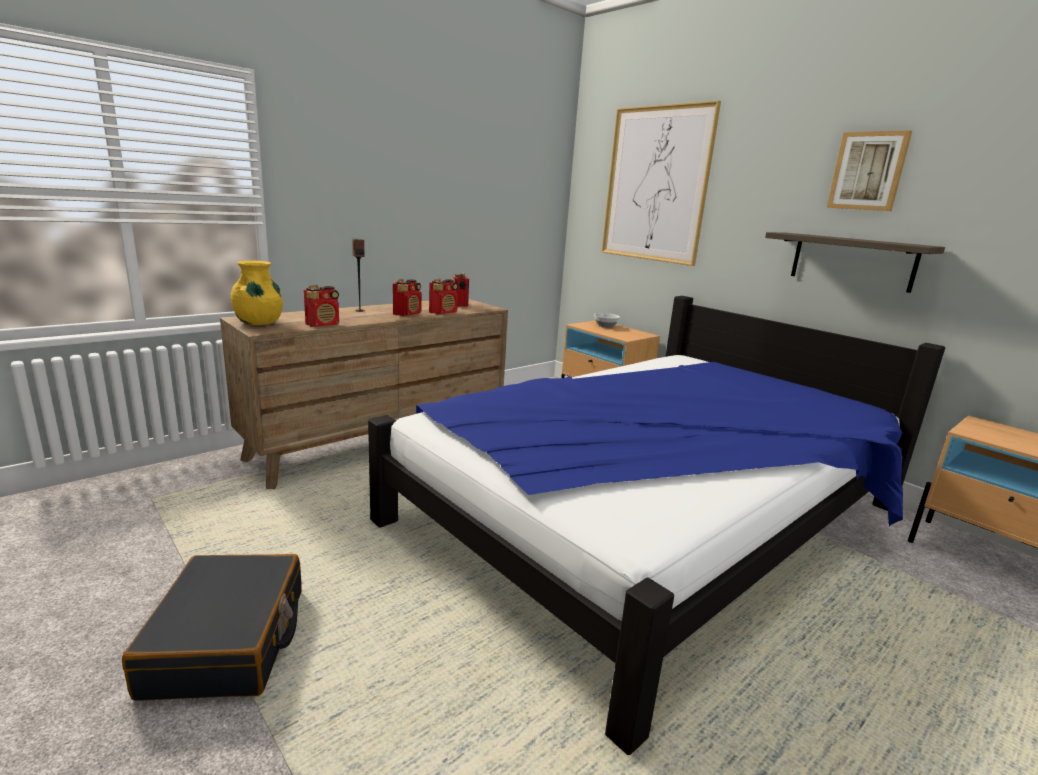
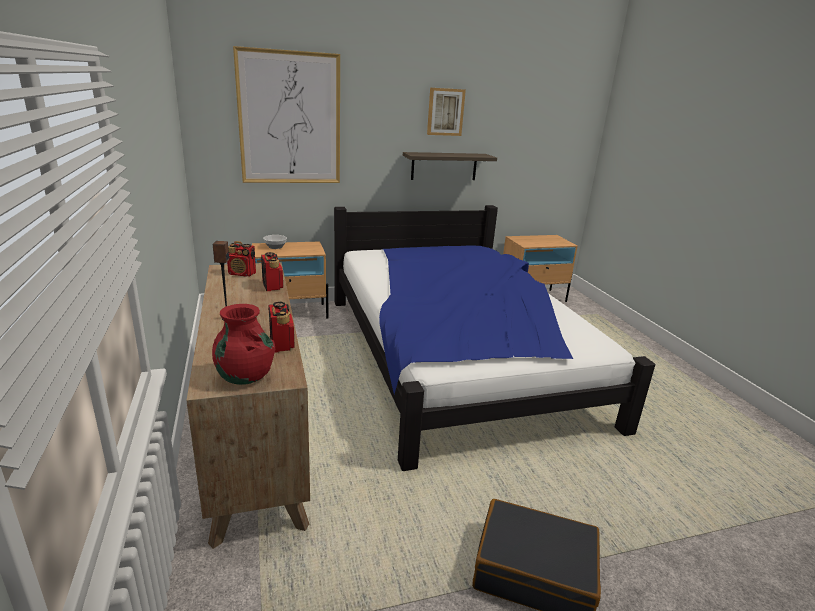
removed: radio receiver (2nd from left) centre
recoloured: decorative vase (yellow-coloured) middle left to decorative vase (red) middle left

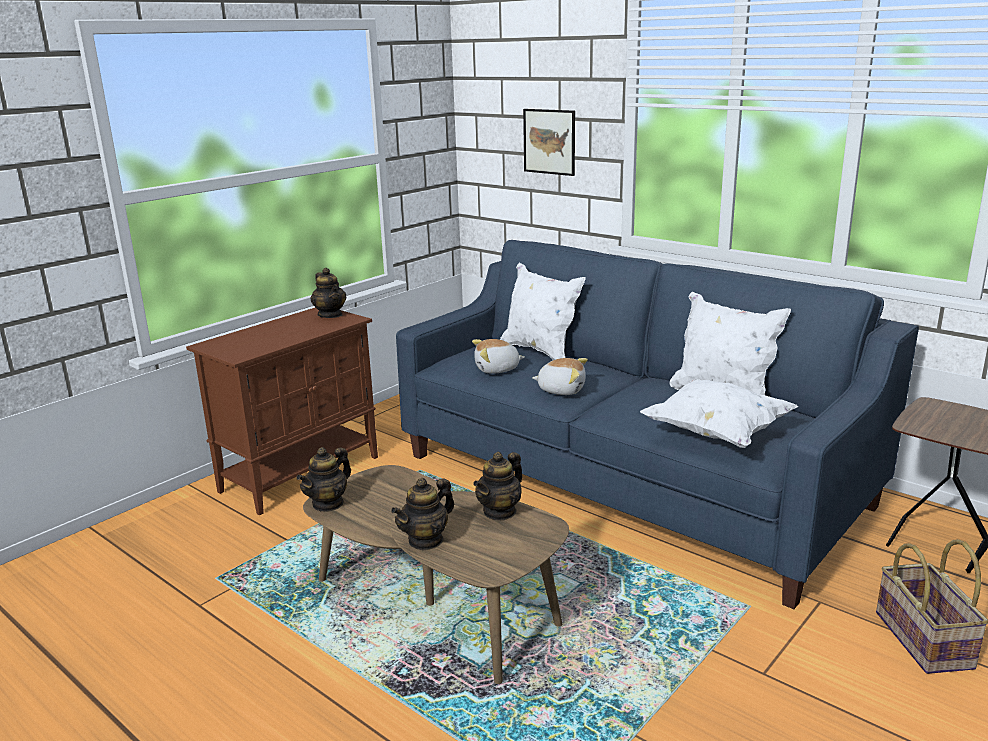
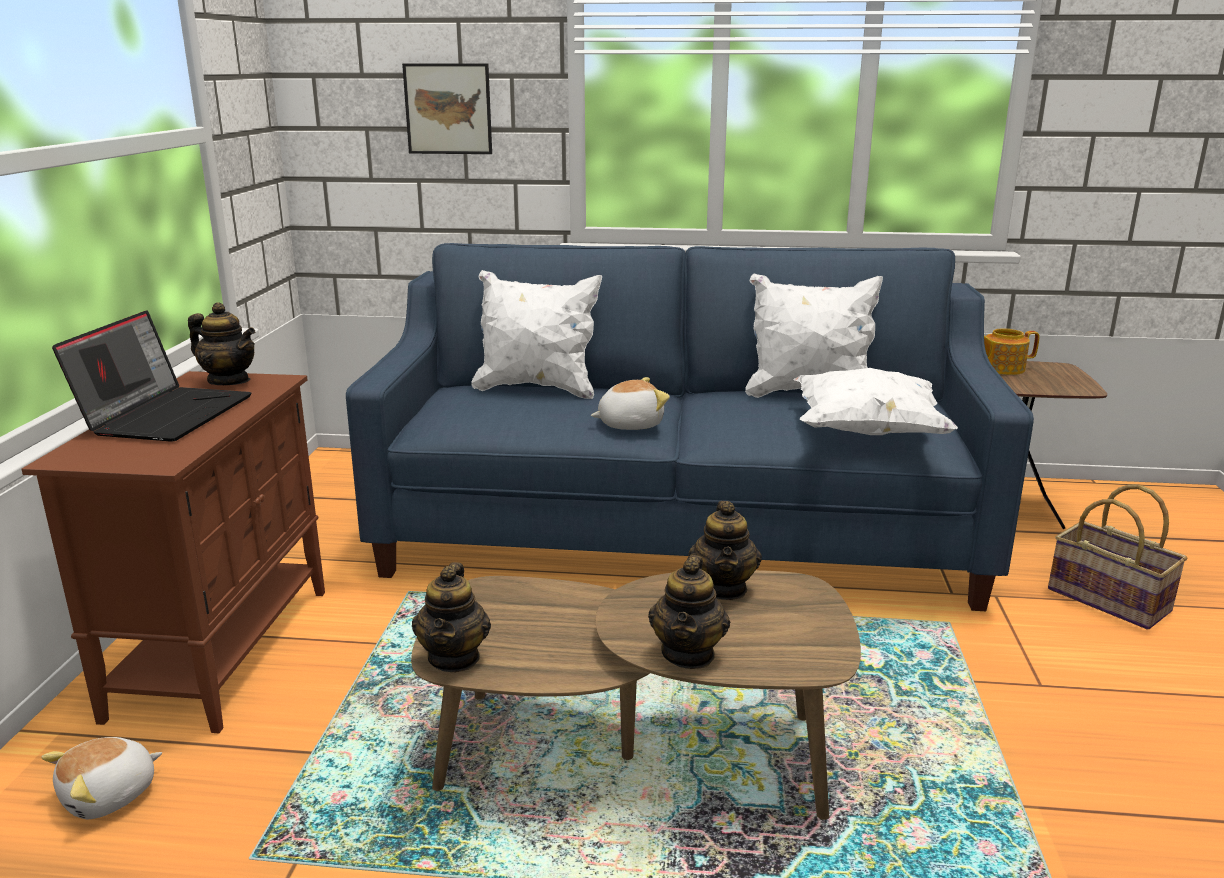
added: portable computer middle left; tea pot (5th from left) middle right
moved: plush toy (1st from left) centre to bottom left

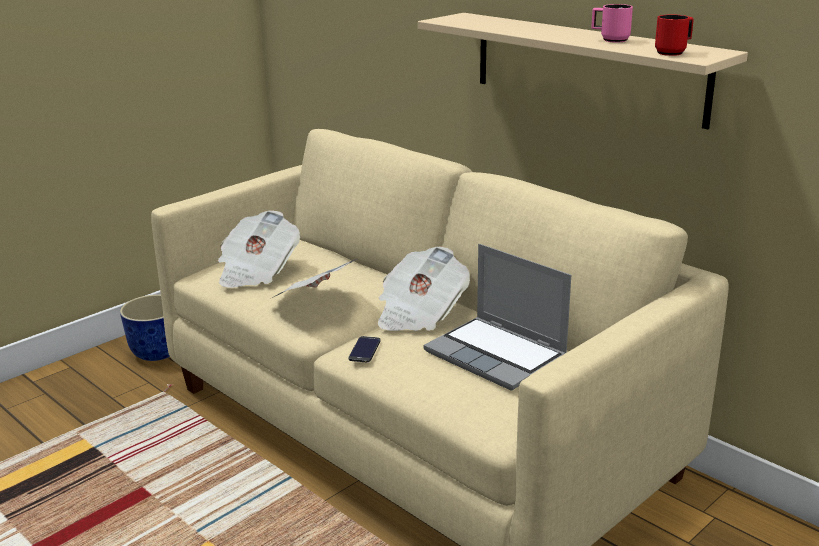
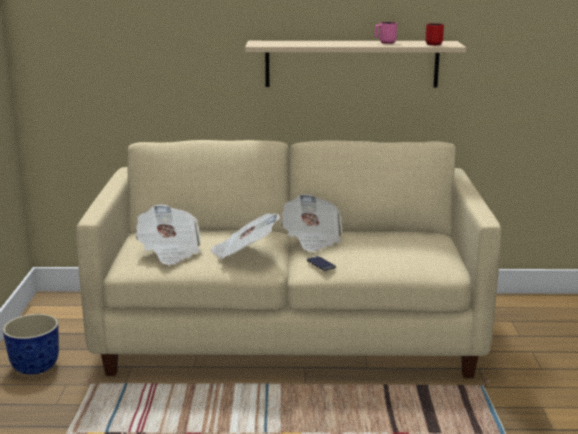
removed: portable computer centre

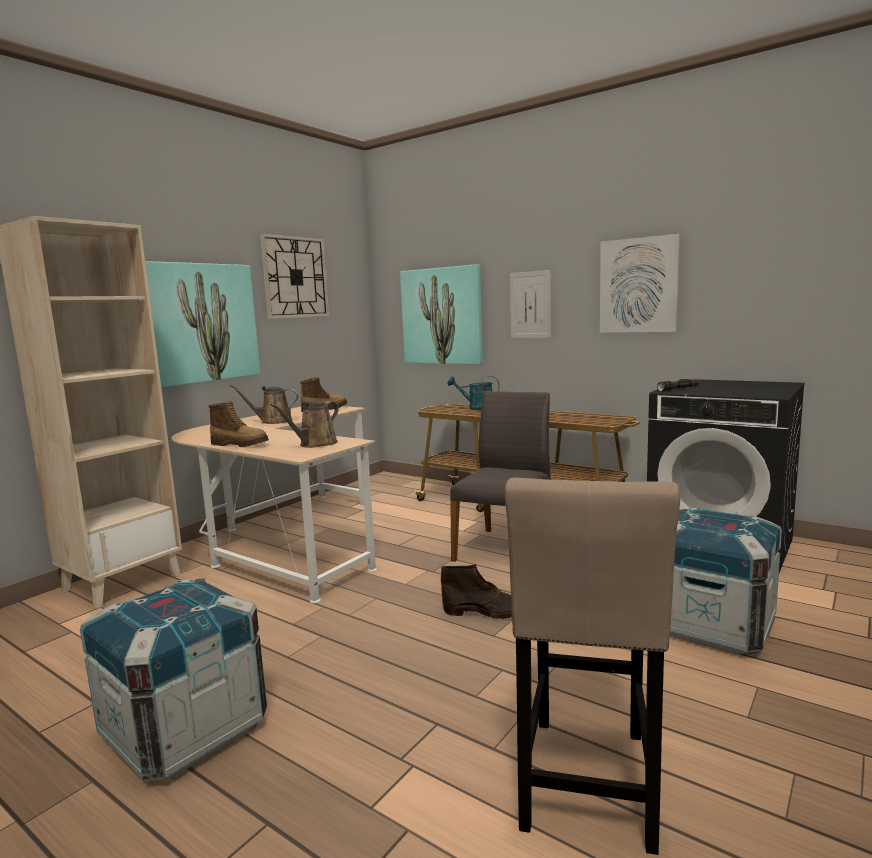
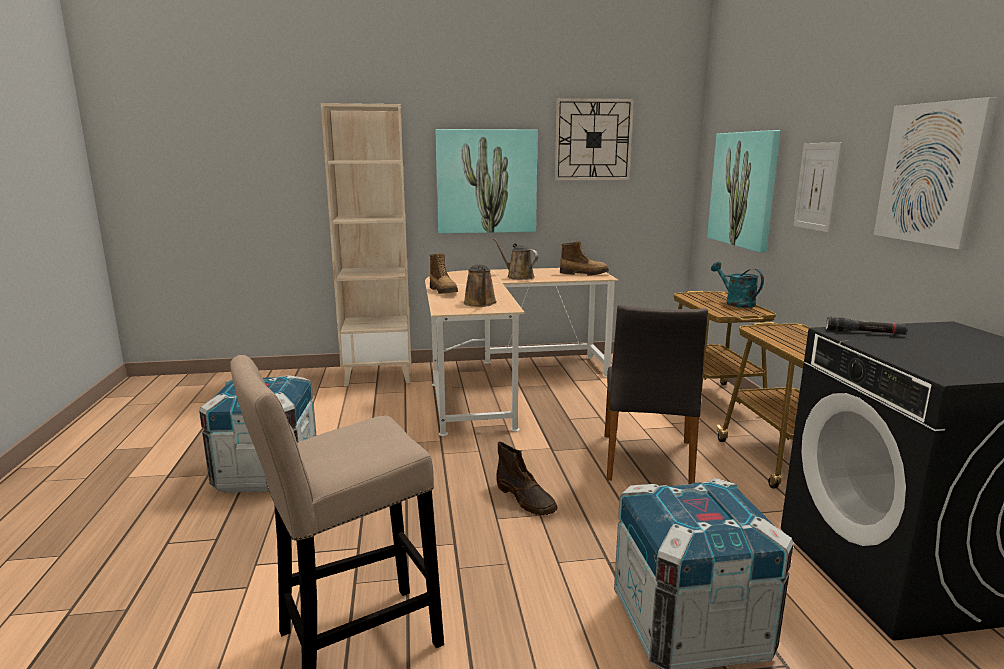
turned: sprinkling can (brownish) (2nd from left in the first image) centre = centre 90 degrees counterclockwise; upright chair (grey) centre = centre 120 degrees clockwise

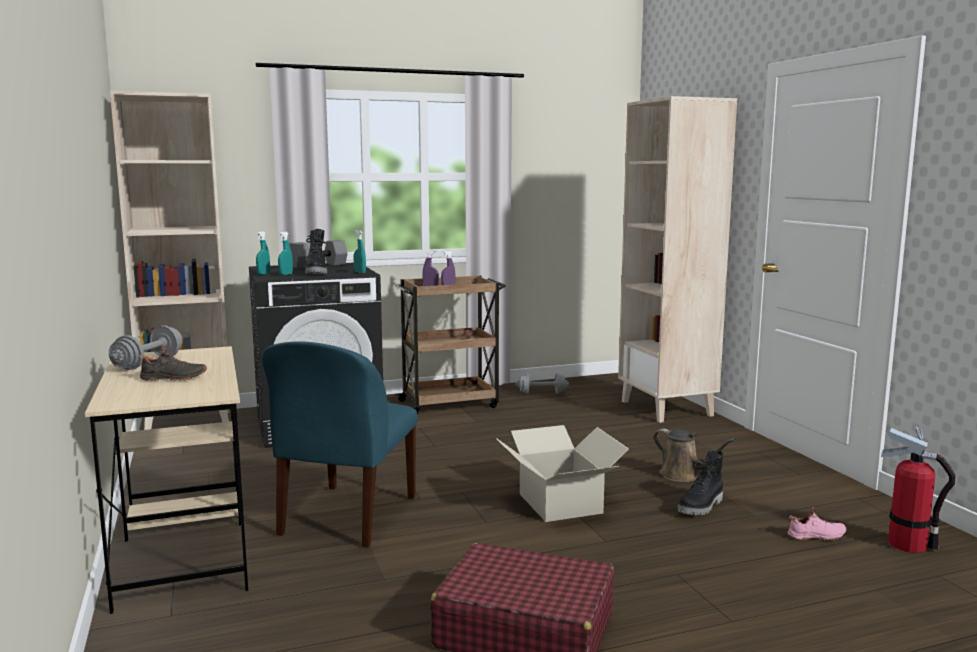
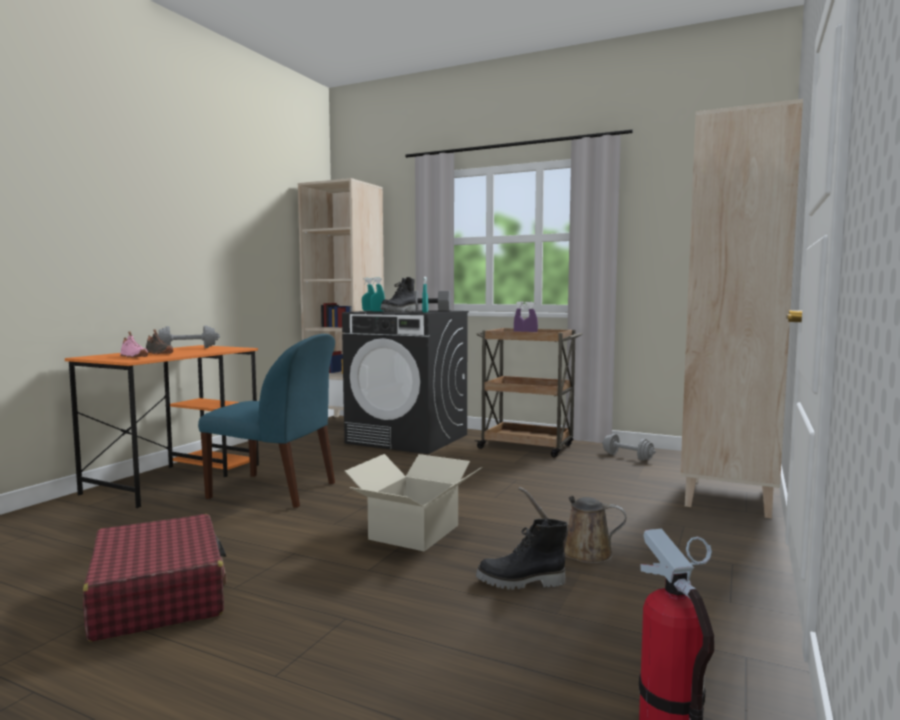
moved: low shoe (pink) bottom right to middle left
recoloured: desk (sand-coloured) bottom left to desk (orange) middle left
turned: upright chair (blue) bottom centre = middle left 135 degrees counterclockwise; sprinkling can (brownish) bottom right = bottom centre 105 degrees clockwise

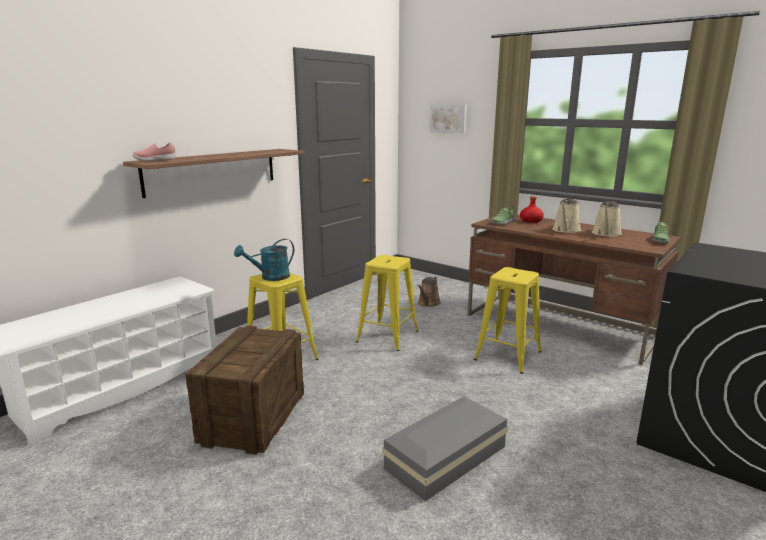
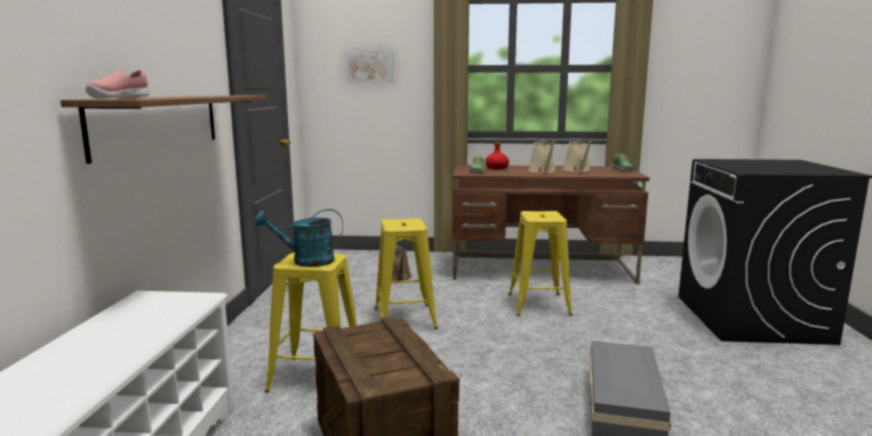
turned: sprinkling can (turquoise-coloured) centre = centre 60 degrees clockwise

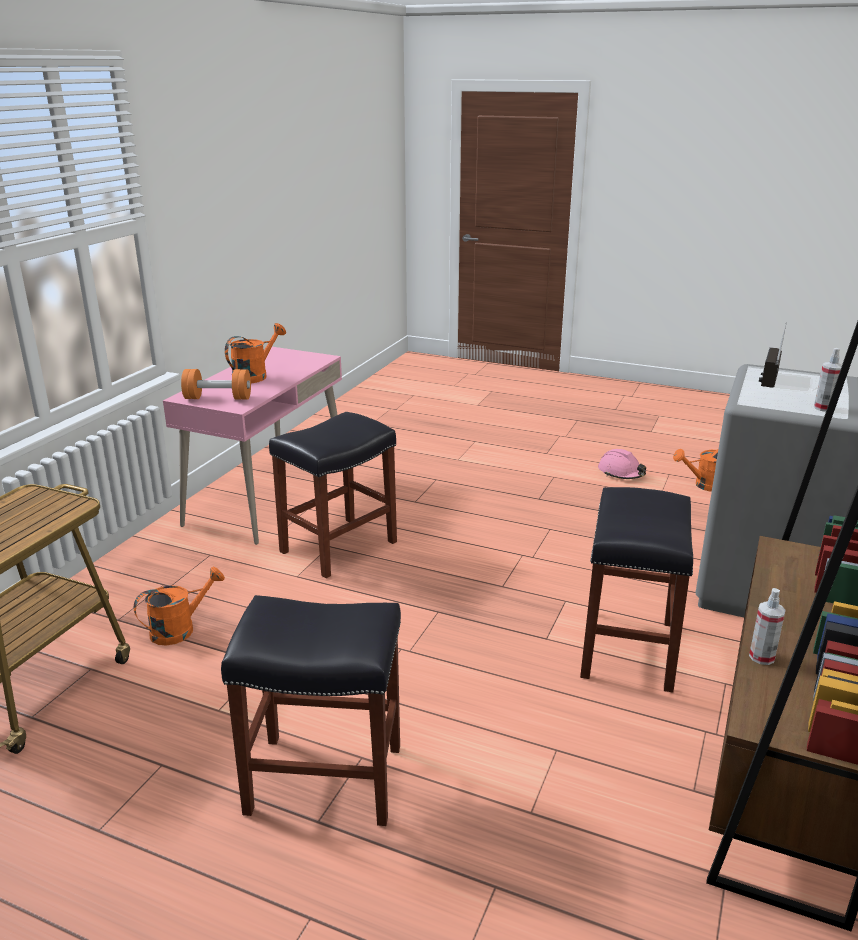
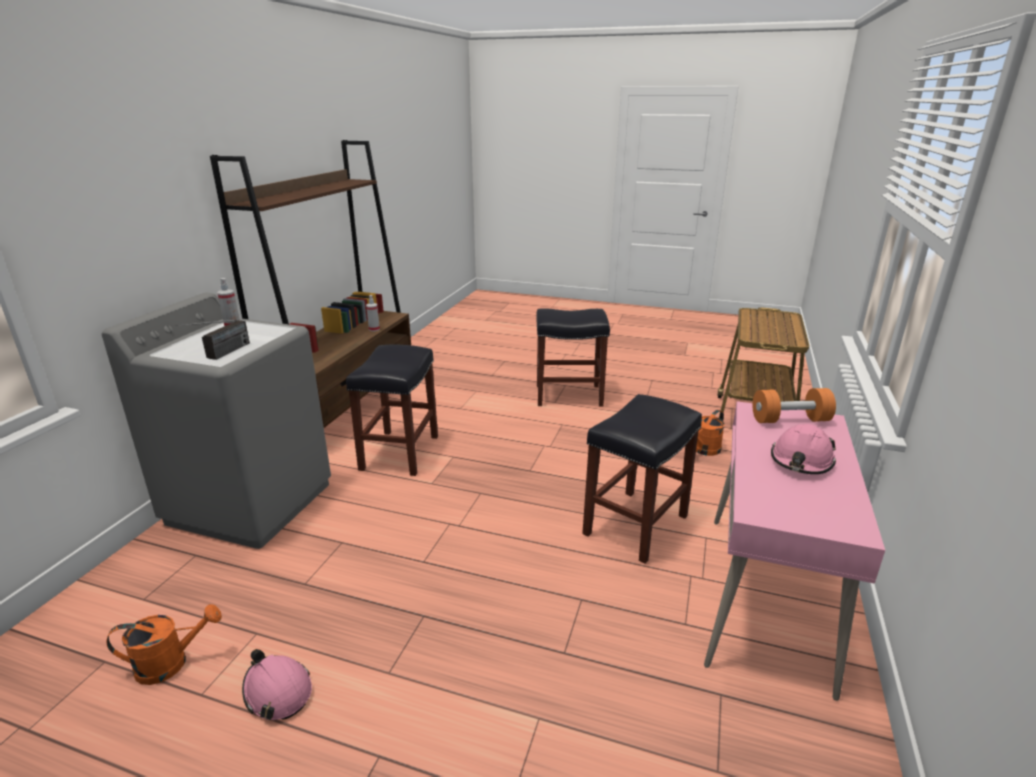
replaced: sprinkling can (orange) (2nd from left) middle left to hard hat (pink) (2nd from left) middle right

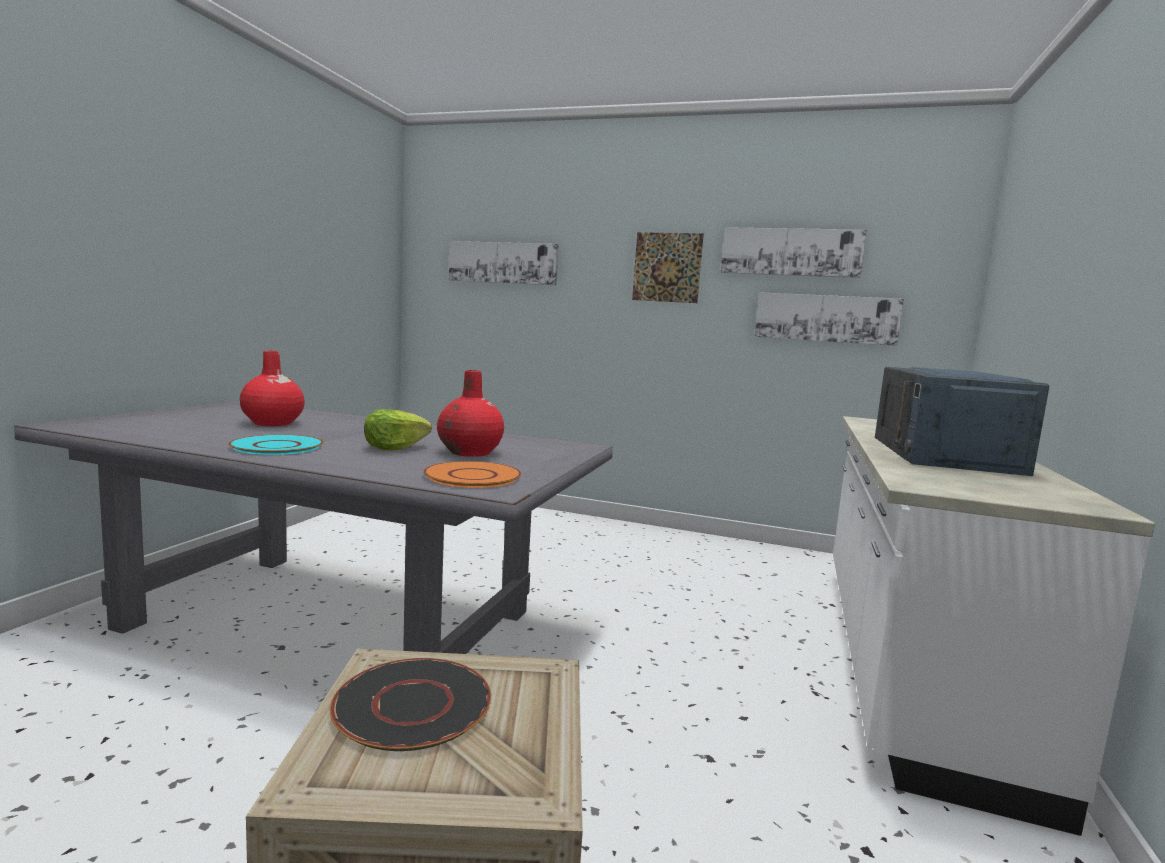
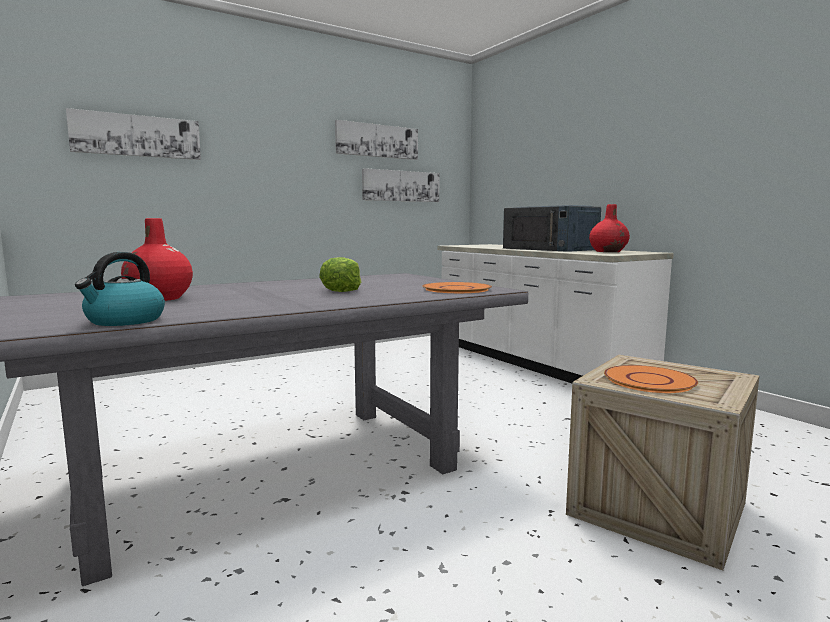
removed: dinner plate (turquoise-coloured) middle left; picture (2nd from left) top centre
added: tea kettle middle left
moved: decorative vase (red) (2nd from left) centre to middle right
recoloured: dinner plate (black-coloured) bottom centre to dinner plate (orange) (2nd from left) middle right

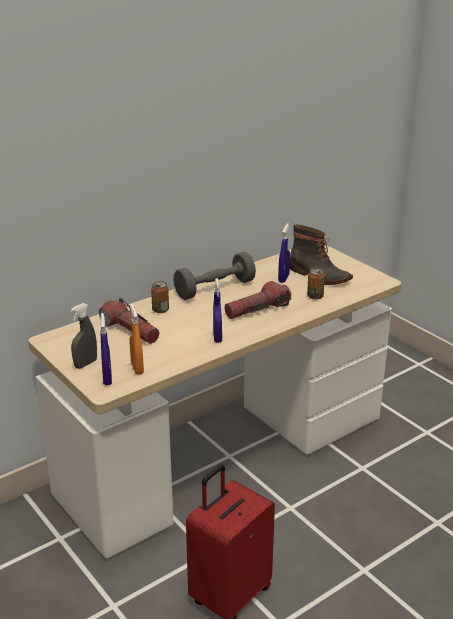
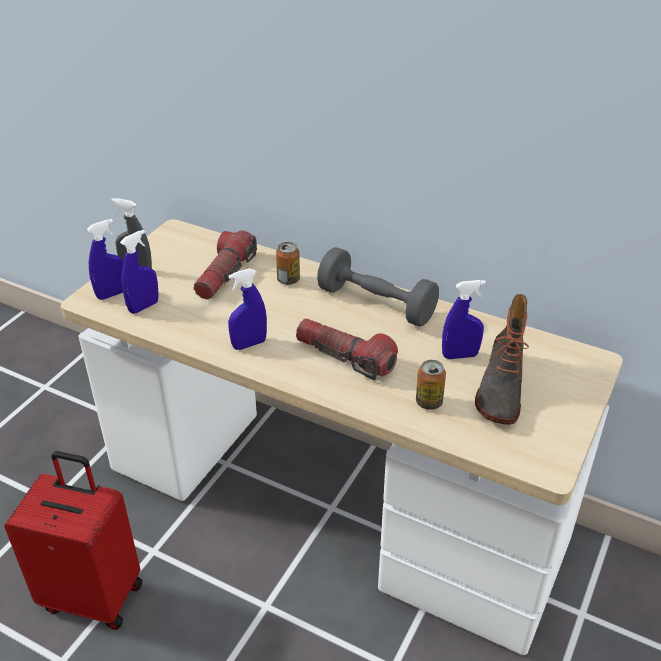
recoloured: spray bottle (orange) middle left to spray bottle (blue) (2nd from left) middle left

